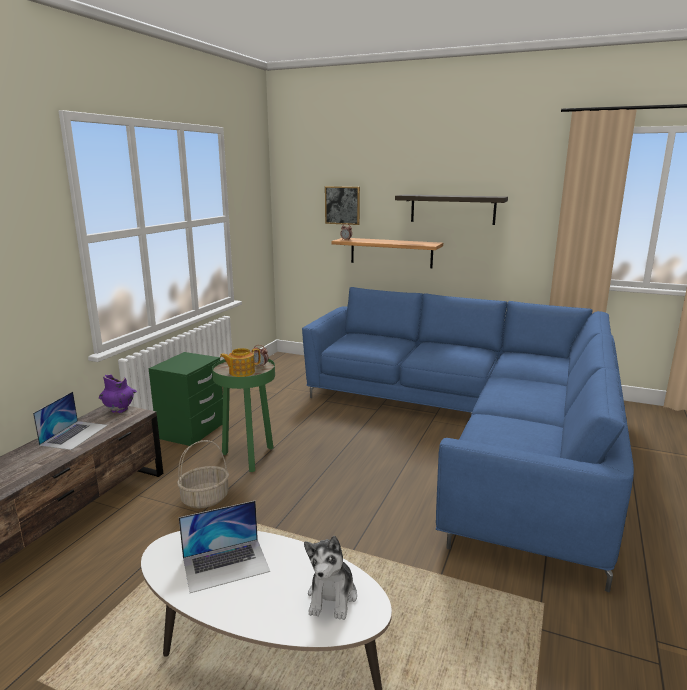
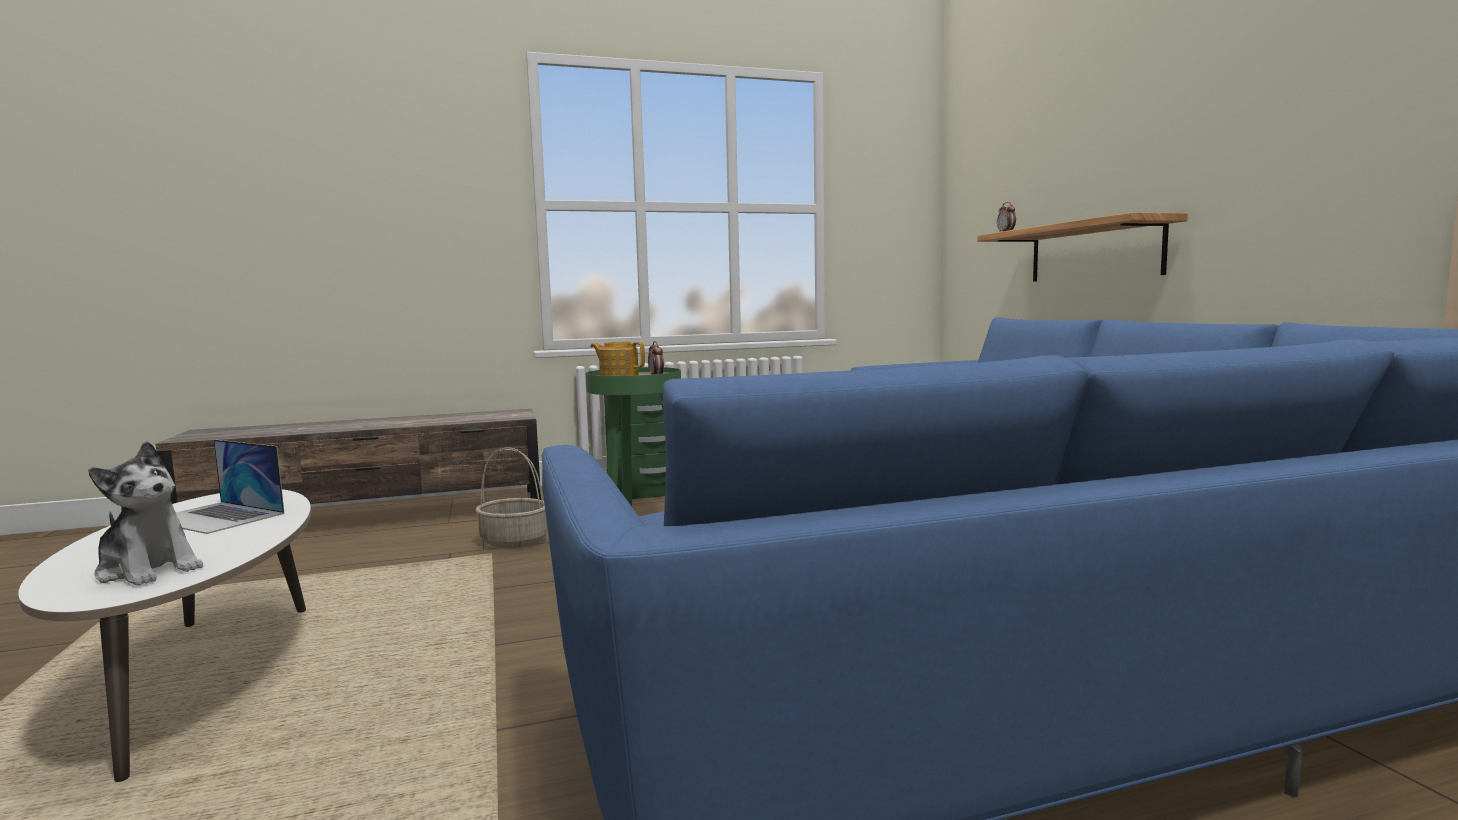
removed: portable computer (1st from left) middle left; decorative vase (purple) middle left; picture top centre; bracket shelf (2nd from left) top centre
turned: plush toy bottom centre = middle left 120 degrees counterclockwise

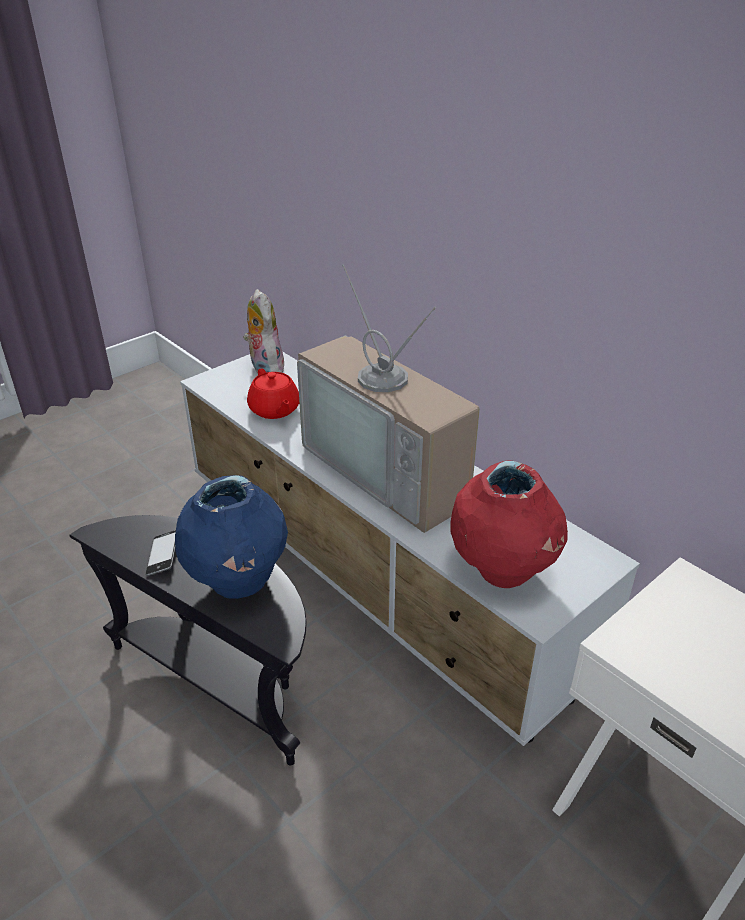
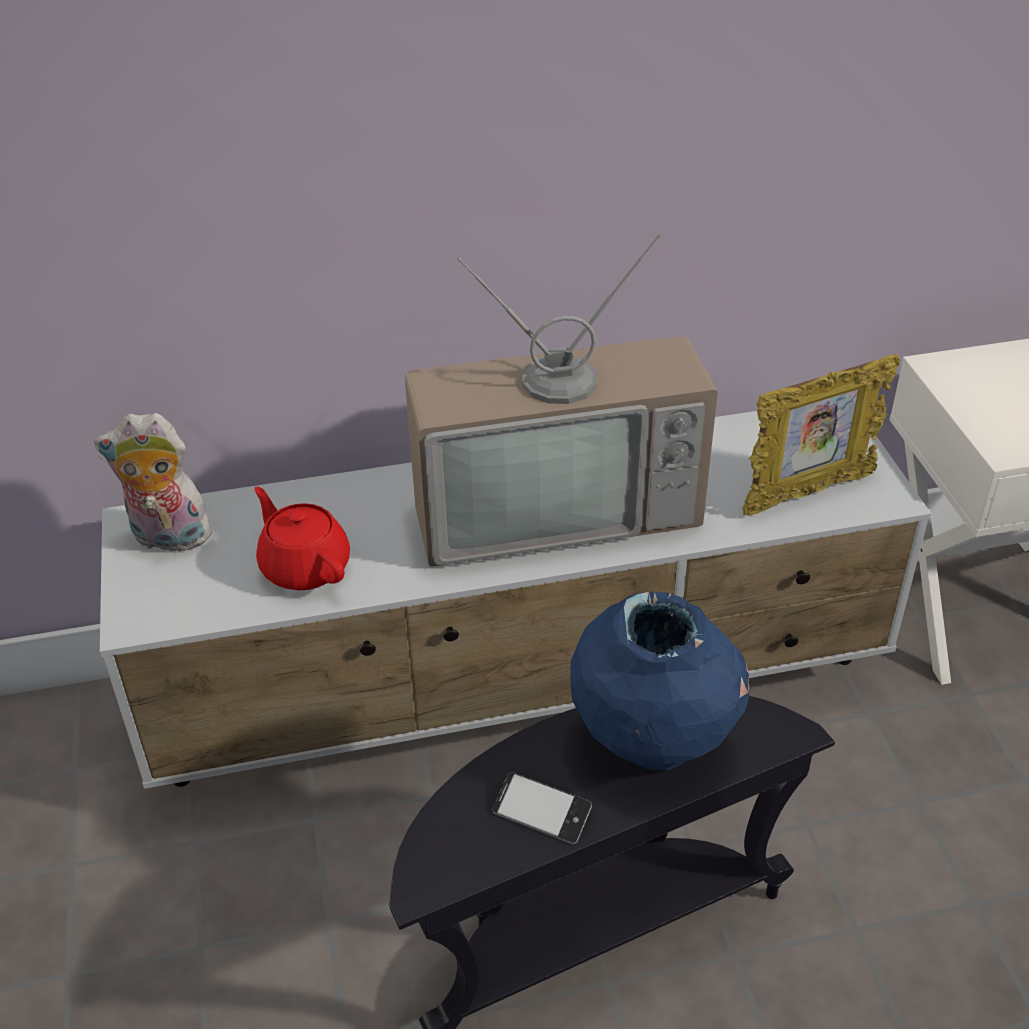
replaced: decorative vase (red) middle right to standing frame middle right
turned: tea pot (red) centre = middle left 135 degrees counterclockwise

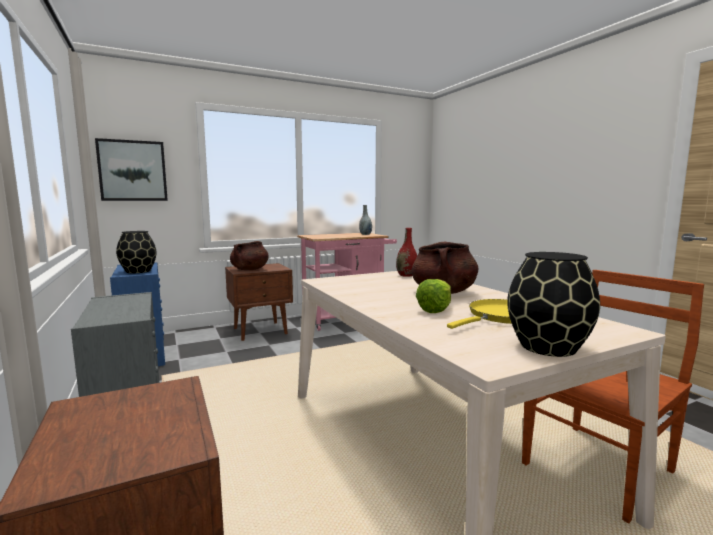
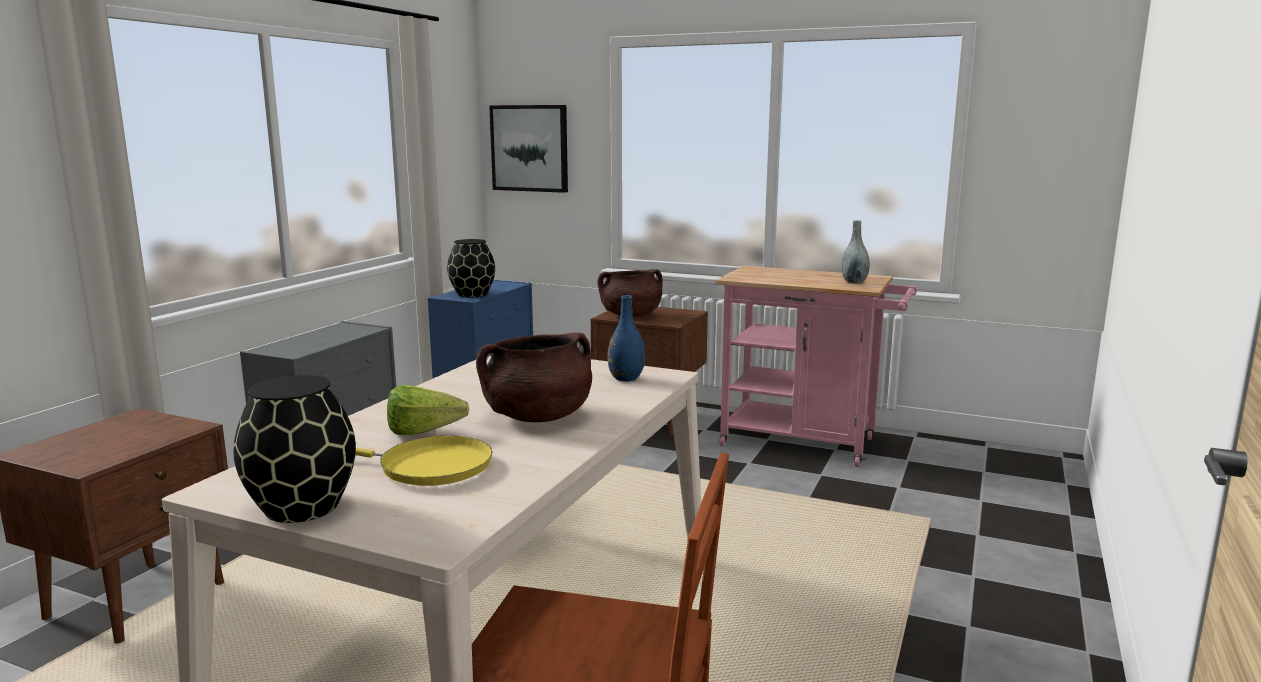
recoloured: decorative vase (red) centre to decorative vase (blue) centre

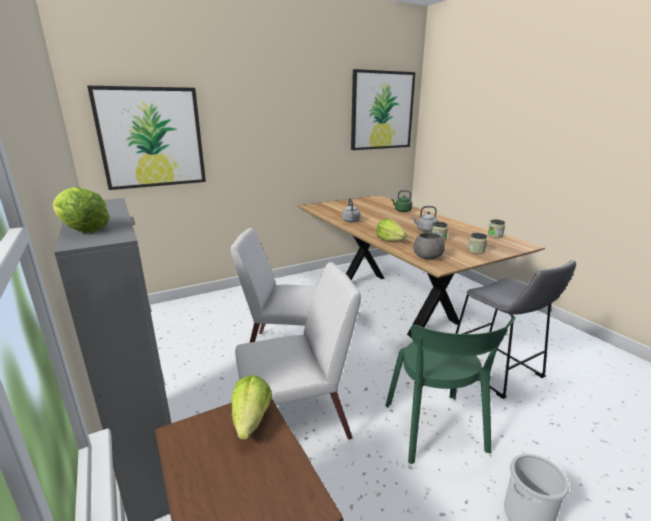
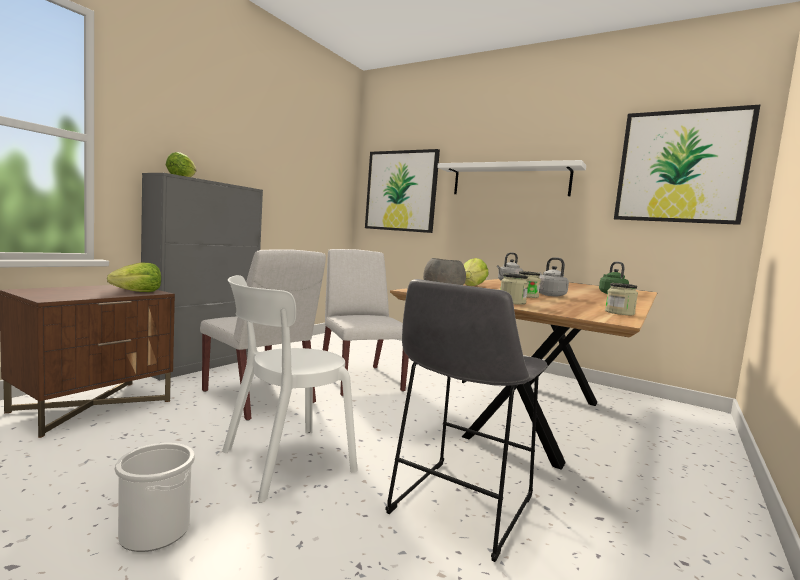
added: bracket shelf (whitish) top centre
recoloured: upright chair (greenish) bottom right to upright chair (whitish) (2nd from left) bottom centre

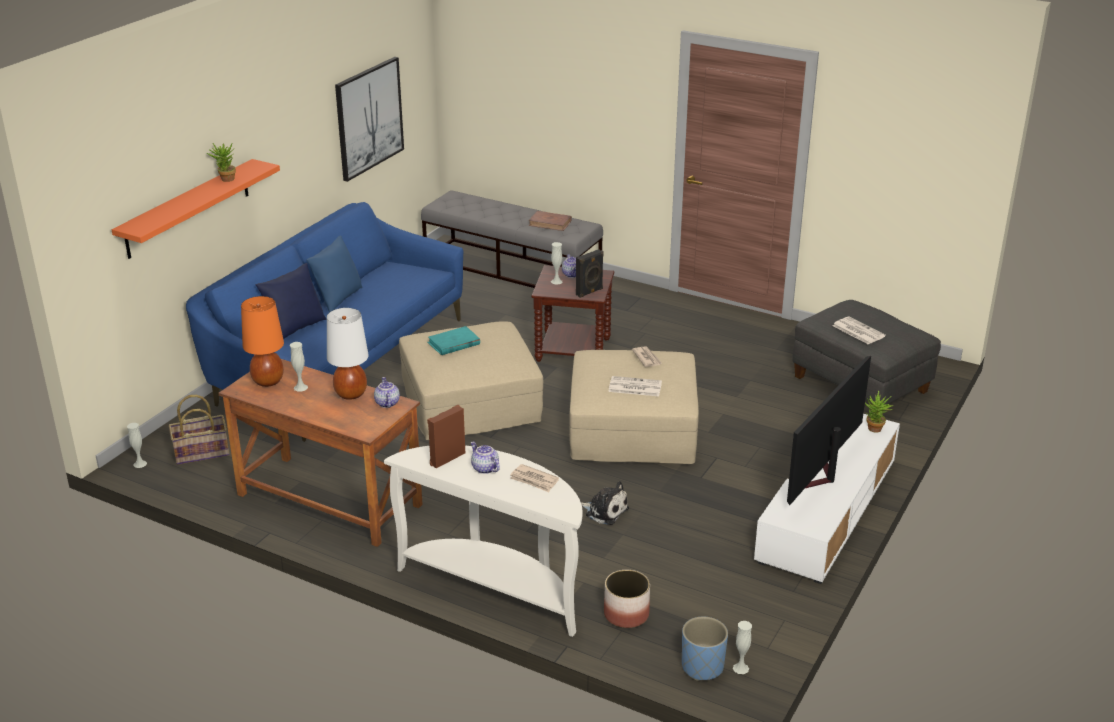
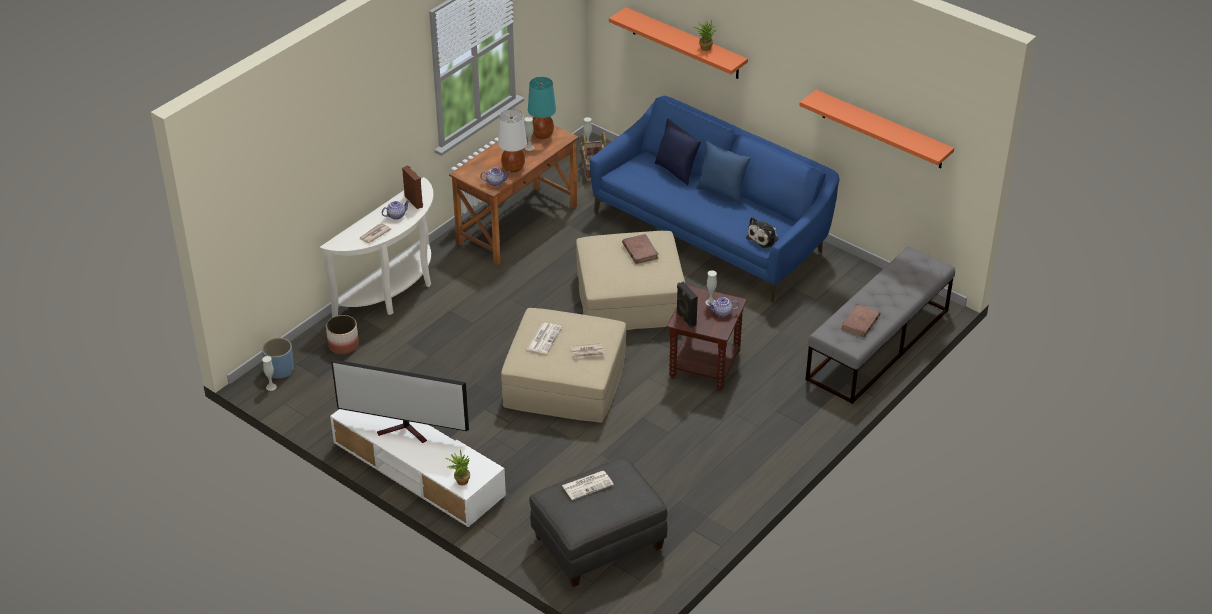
moved: plush toy bottom centre to centre
replaced: picture top left to bracket shelf (orange) (2nd from left) top right
recoloured: table lamp (orange) middle left to table lamp (turquoise-coloured) top centre; book (turquoise-coloured) centre to book (brownish) (1st from left) centre
turned: television middle right = middle left 150 degrees clockwise

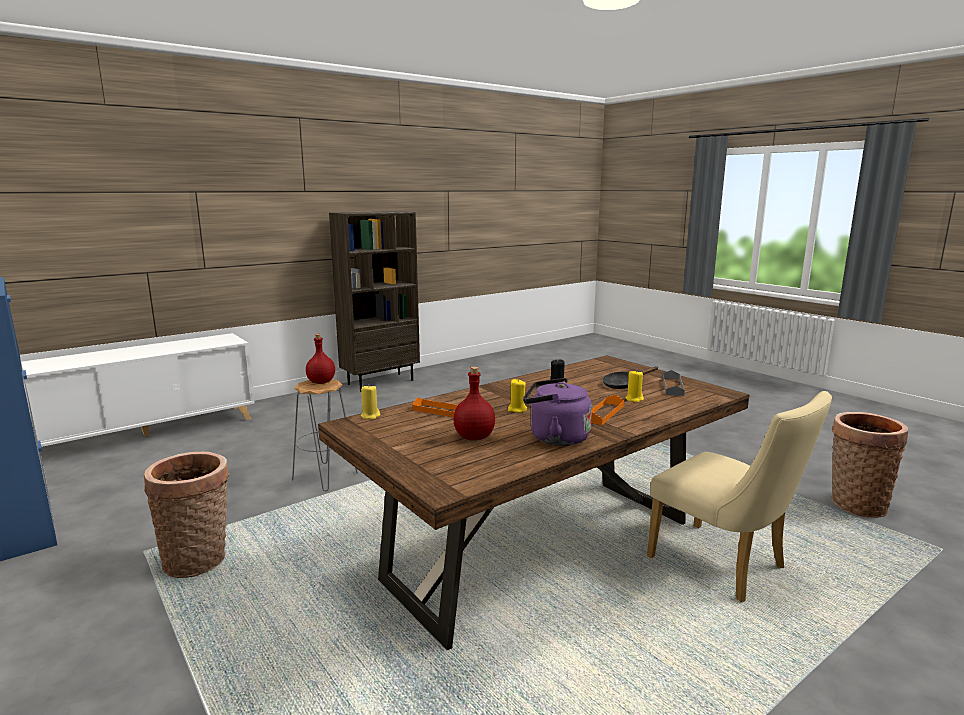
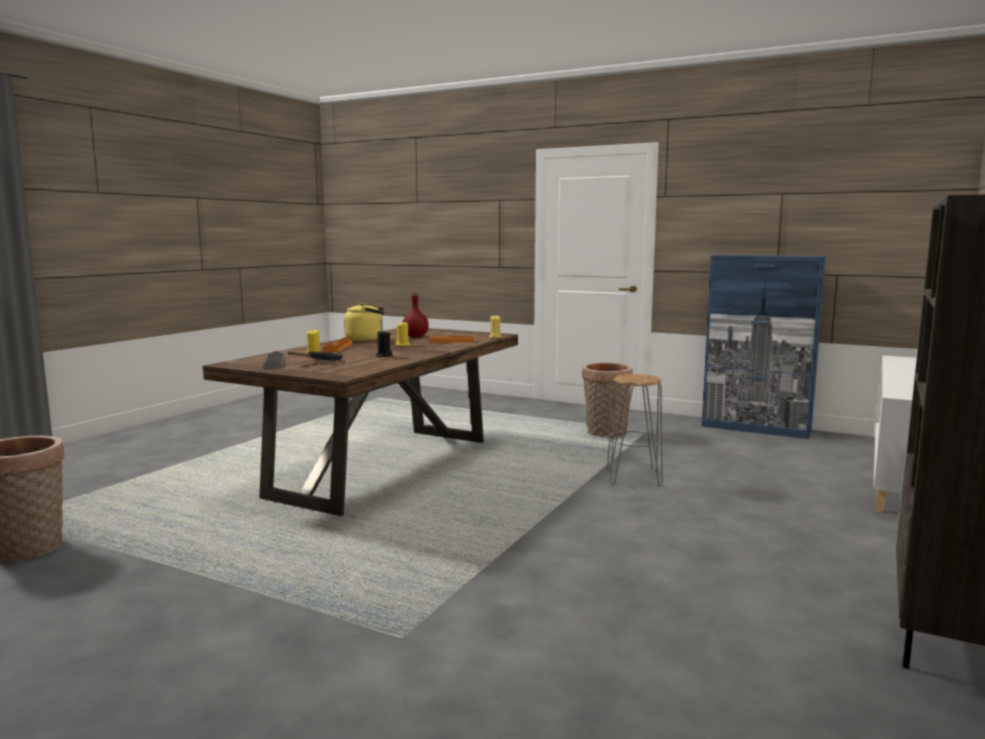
removed: bottle (red) (1st from left) middle left; upright chair (sand-coloured) bottom right
recoloured: tea kettle (purple) centre to tea kettle (yellow-coloured) centre

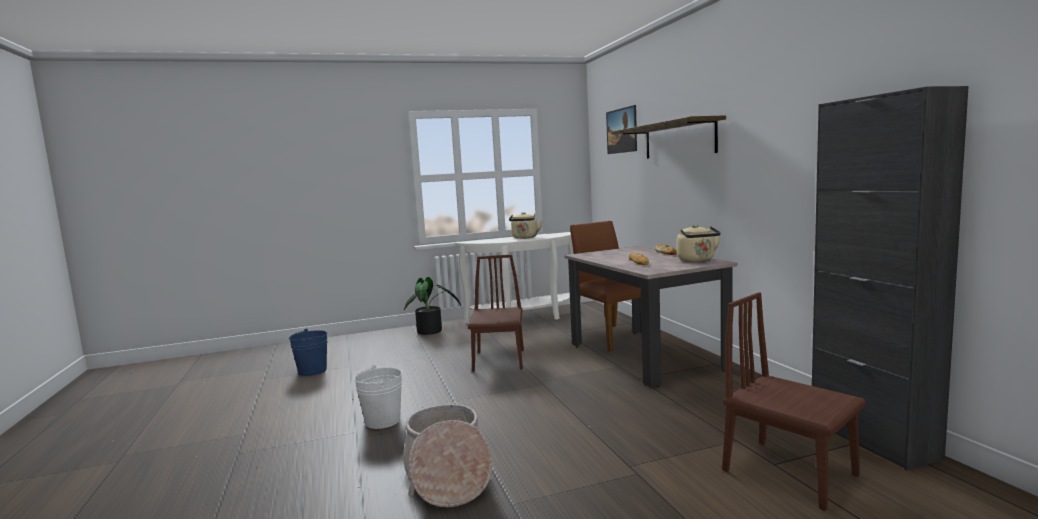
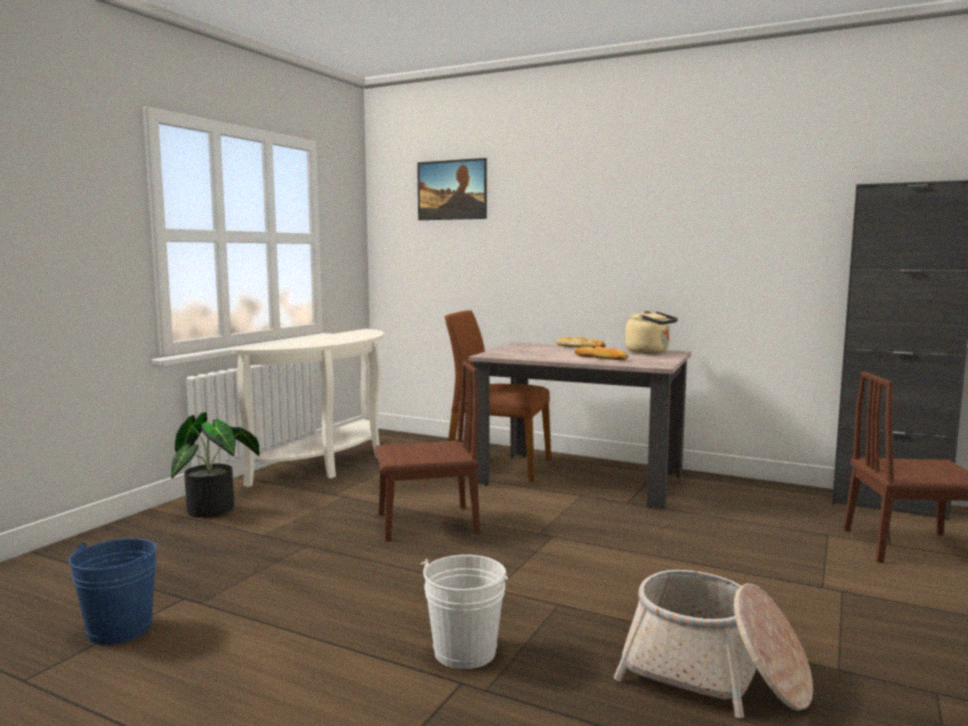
removed: tea kettle (sand-coloured) (1st from left) centre; bracket shelf top centre
turned: upright chair (brownish) (1st from left) centre = centre 120 degrees clockwise

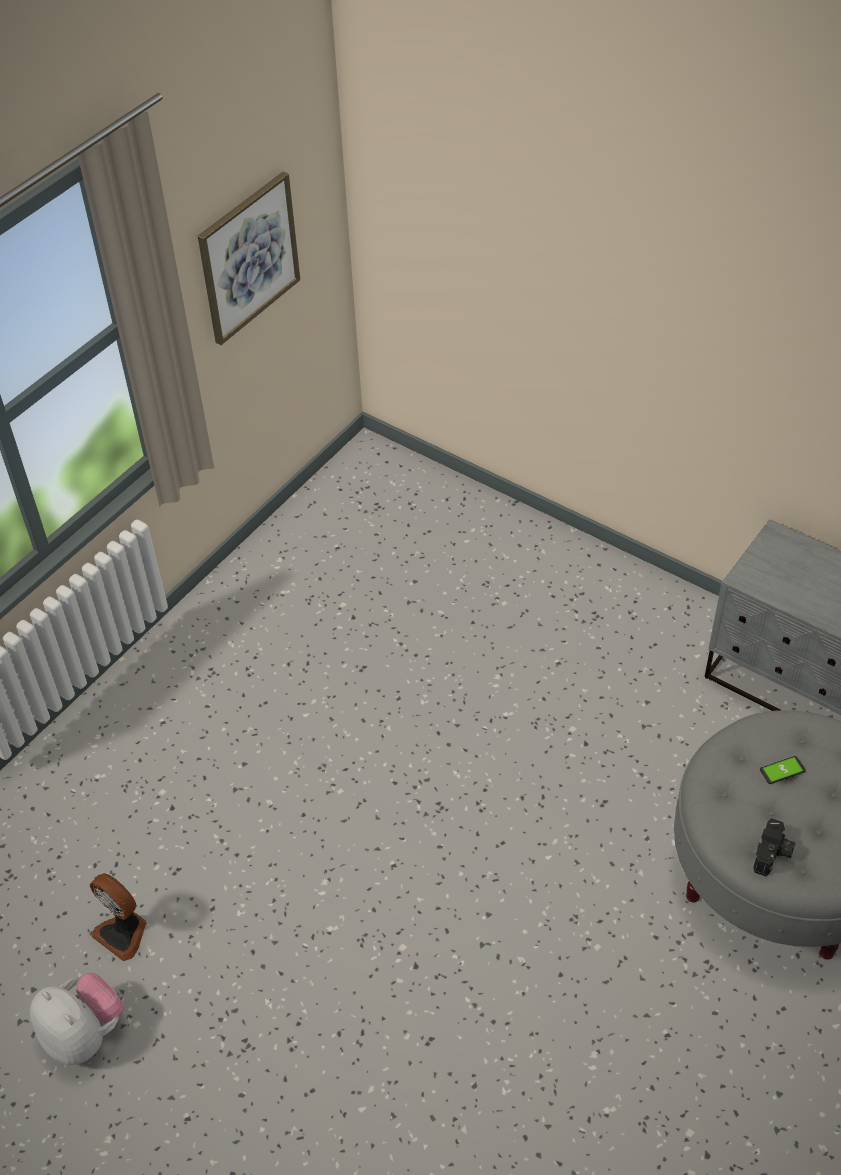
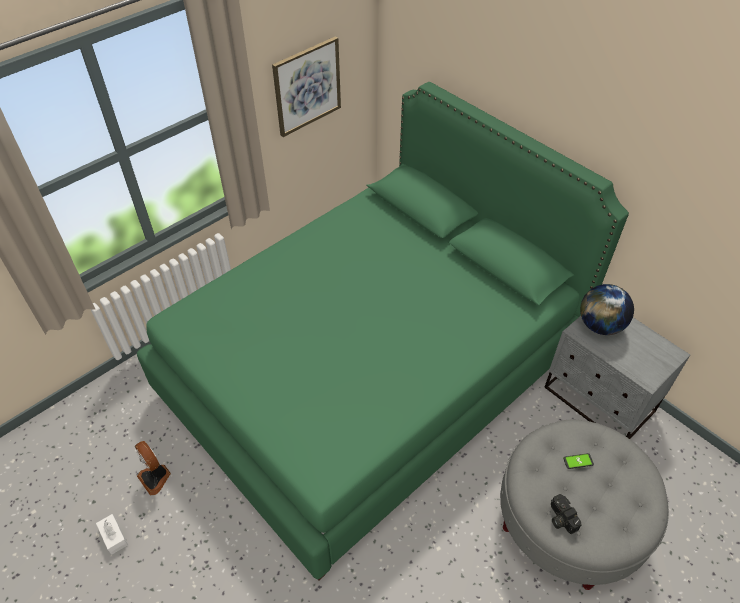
added: sleeping bed (greenish) centre; globe middle right
replaced: plush toy bottom left to box of tissues (whitish) bottom left
turned: still camera bottom right = bottom right 120 degrees clockwise

